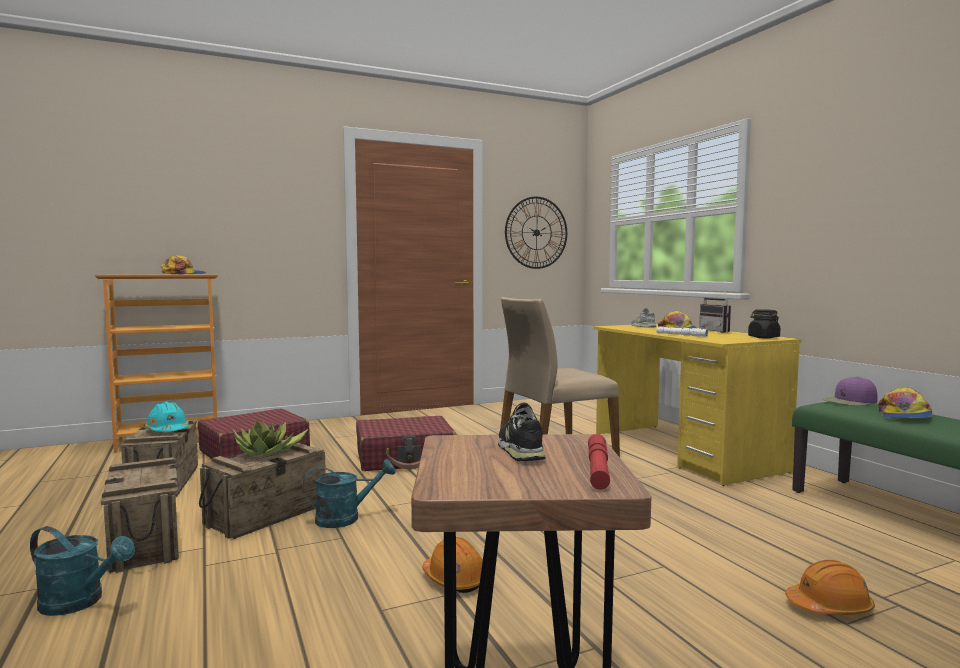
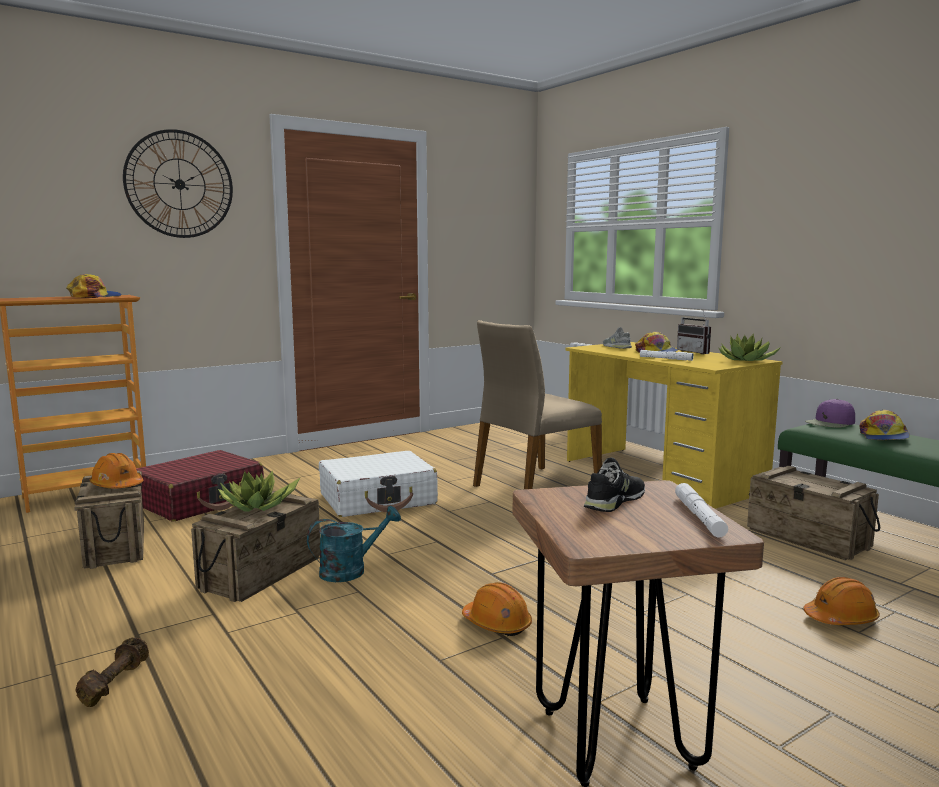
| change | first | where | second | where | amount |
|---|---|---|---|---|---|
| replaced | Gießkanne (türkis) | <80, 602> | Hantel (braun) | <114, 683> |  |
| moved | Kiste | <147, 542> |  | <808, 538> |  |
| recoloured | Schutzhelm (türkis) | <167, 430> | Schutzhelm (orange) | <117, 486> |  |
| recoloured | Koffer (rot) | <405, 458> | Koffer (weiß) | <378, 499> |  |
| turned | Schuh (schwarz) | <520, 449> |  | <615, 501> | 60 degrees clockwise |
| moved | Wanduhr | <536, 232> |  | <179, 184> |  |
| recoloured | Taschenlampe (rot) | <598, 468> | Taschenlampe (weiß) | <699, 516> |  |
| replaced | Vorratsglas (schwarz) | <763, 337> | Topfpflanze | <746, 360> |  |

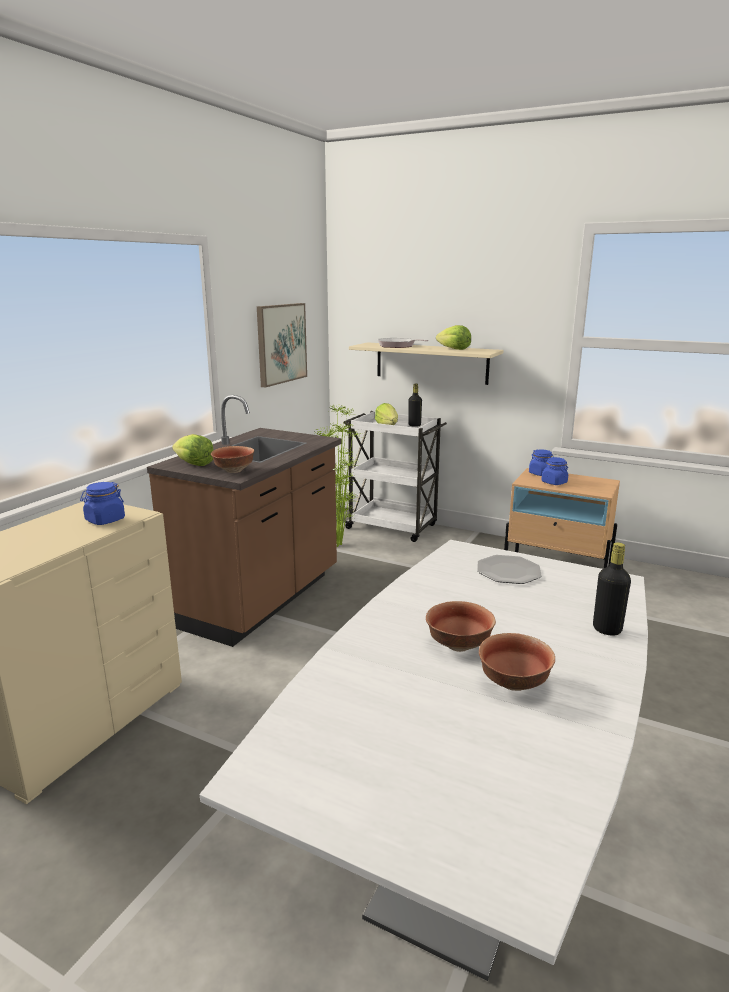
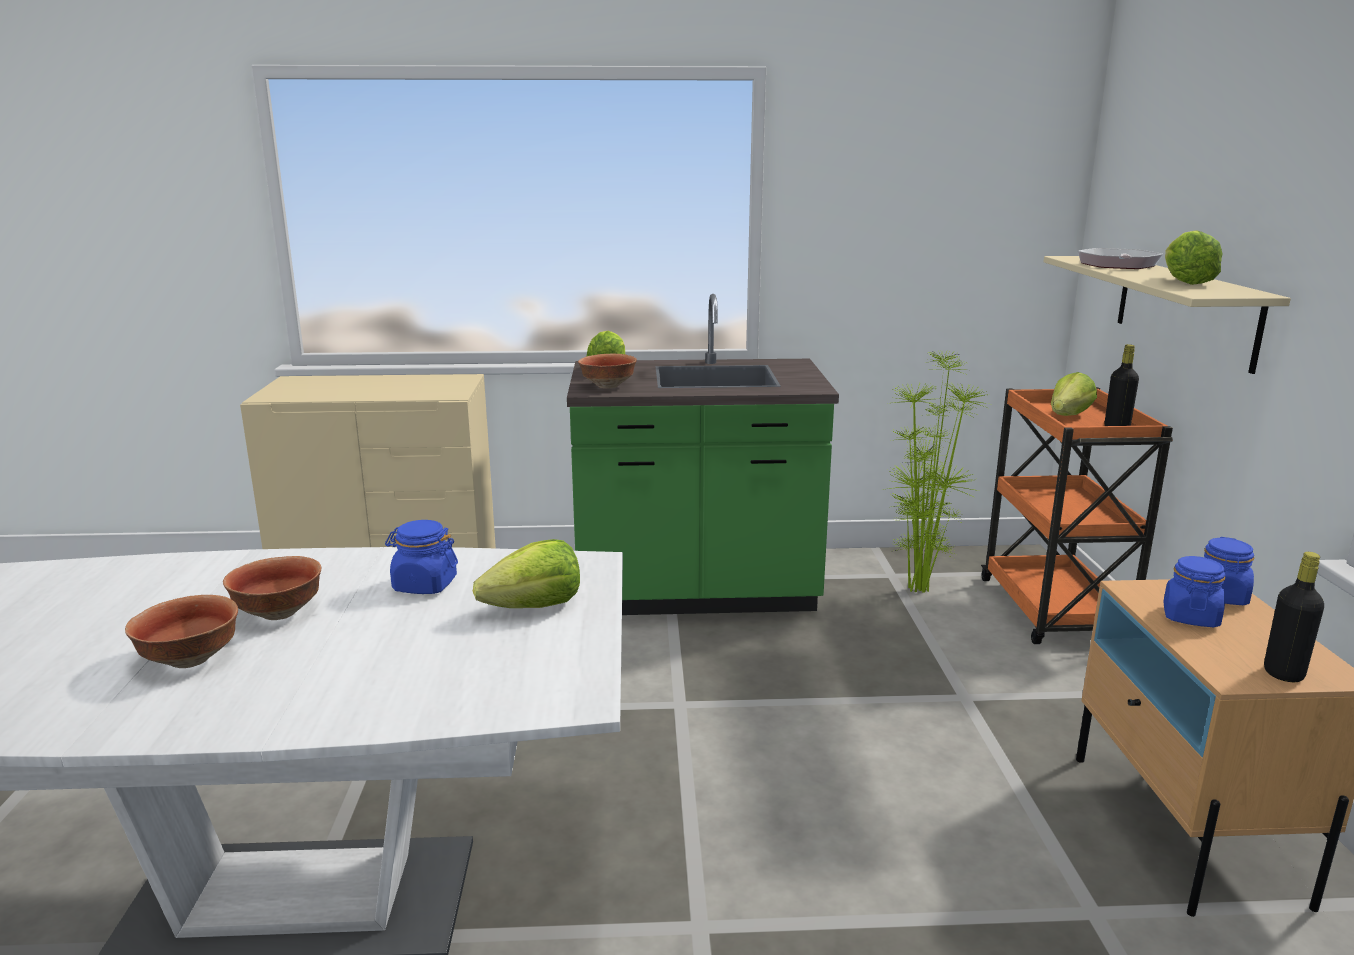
| change | first | where | second | where | amount |
|---|---|---|---|---|---|
| moved | Vorratsglas (blau) | <105, 520> |  | <424, 585> |  |
| recoloured | Küchenzeile (braun) | <260, 601> | Küchenzeile (grün) | <696, 595> |  |
| removed | Bild | <281, 343> |  |  |  |
| recoloured | Rollwagen (weiß) | <393, 527> | Rollwagen (orange) | <1054, 611> |  |
| replaced | Teller | <508, 571> | Salatkopf | <535, 607> |  |
| moved | Flasche (schwarz) | <607, 629> |  | <1283, 673> |  |

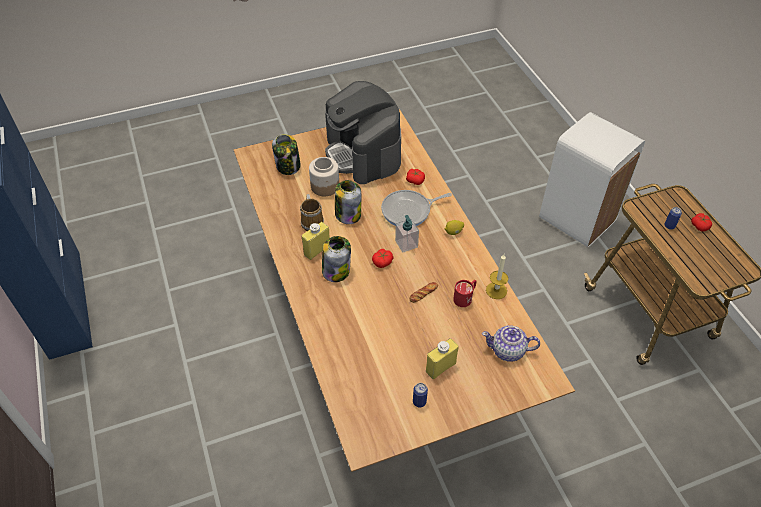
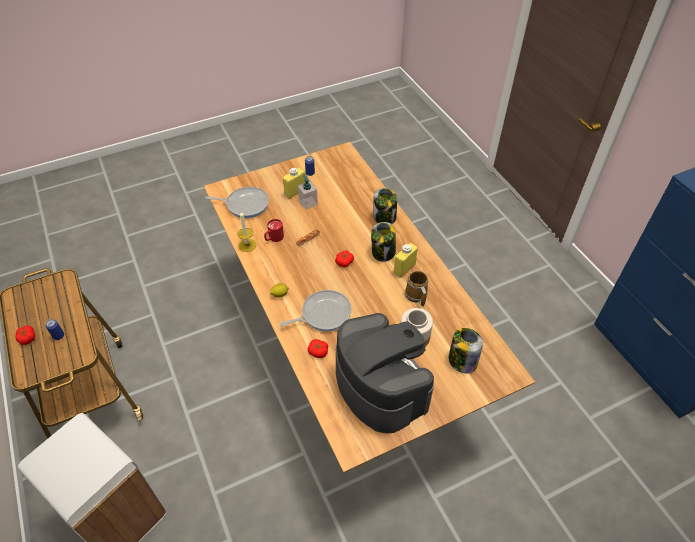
| change | first | where | second | where | amount |
|---|---|---|---|---|---|
| moved | Vorratsglas | <347, 214> |  | <384, 217> |  |
| moved | Seifenspender | <406, 244> |  | <308, 203> |  |
| replaced | Teekanne | <508, 351> | Pfanne | <245, 204> |  |

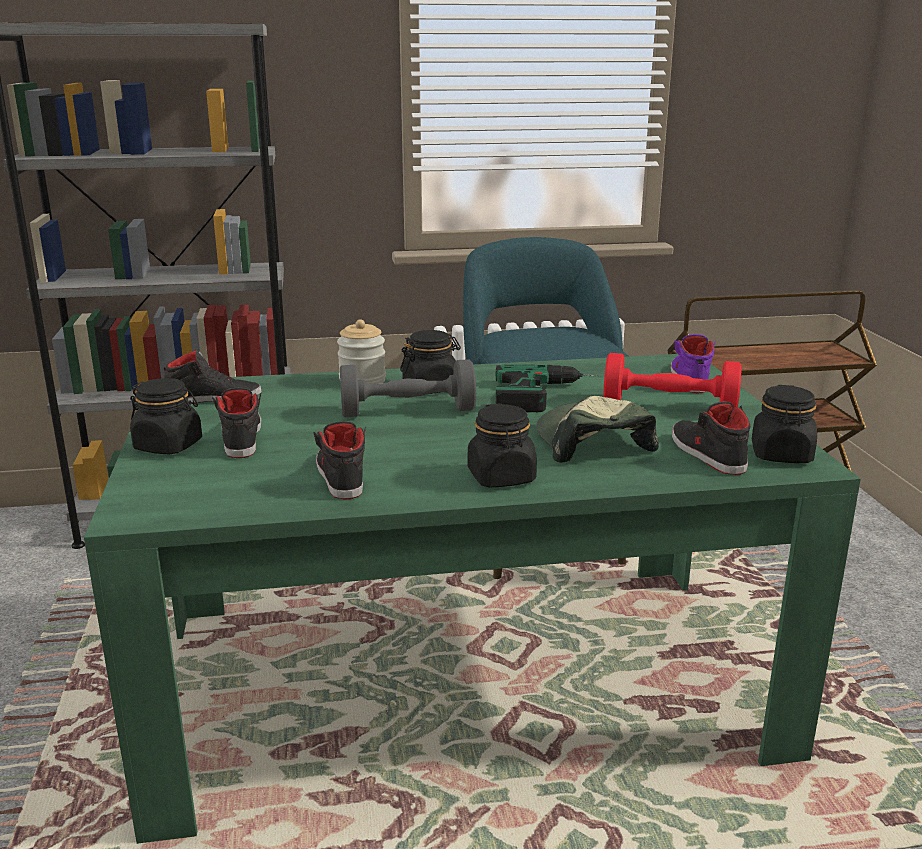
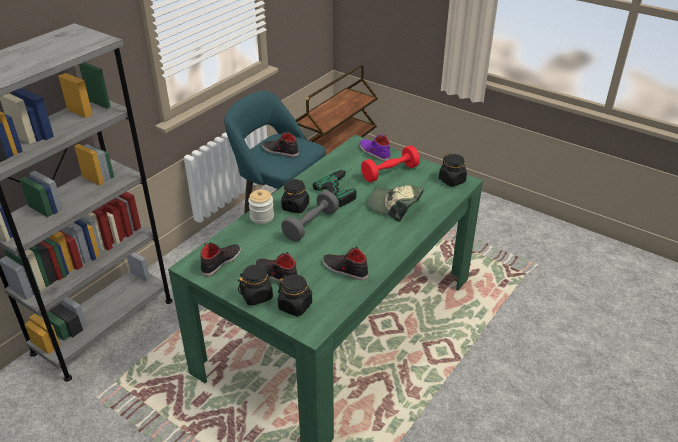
| change | first | where | second | where | amount |
|---|---|---|---|---|---|
| moved | Vorratsglas (schwarz) | <501, 477> |  | <295, 306> |  |
| moved | Schuh (schwarz) | <706, 453> |  | <280, 151> |  |

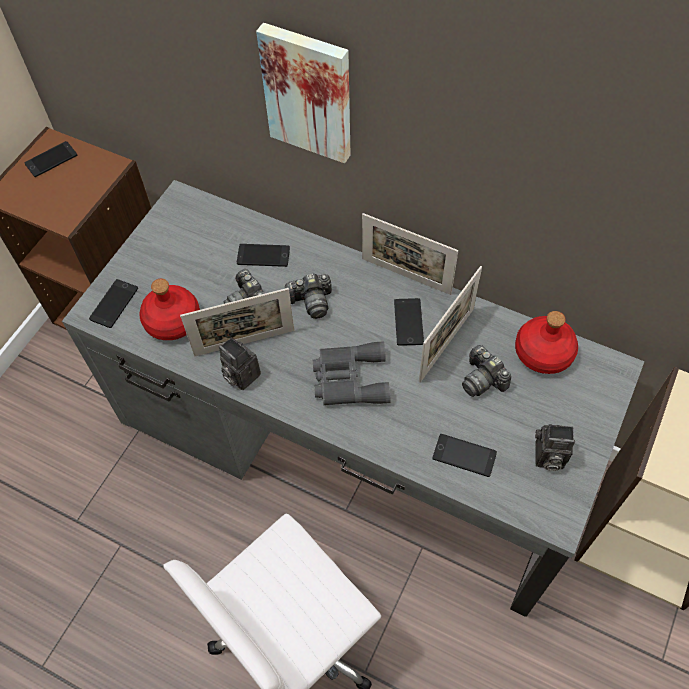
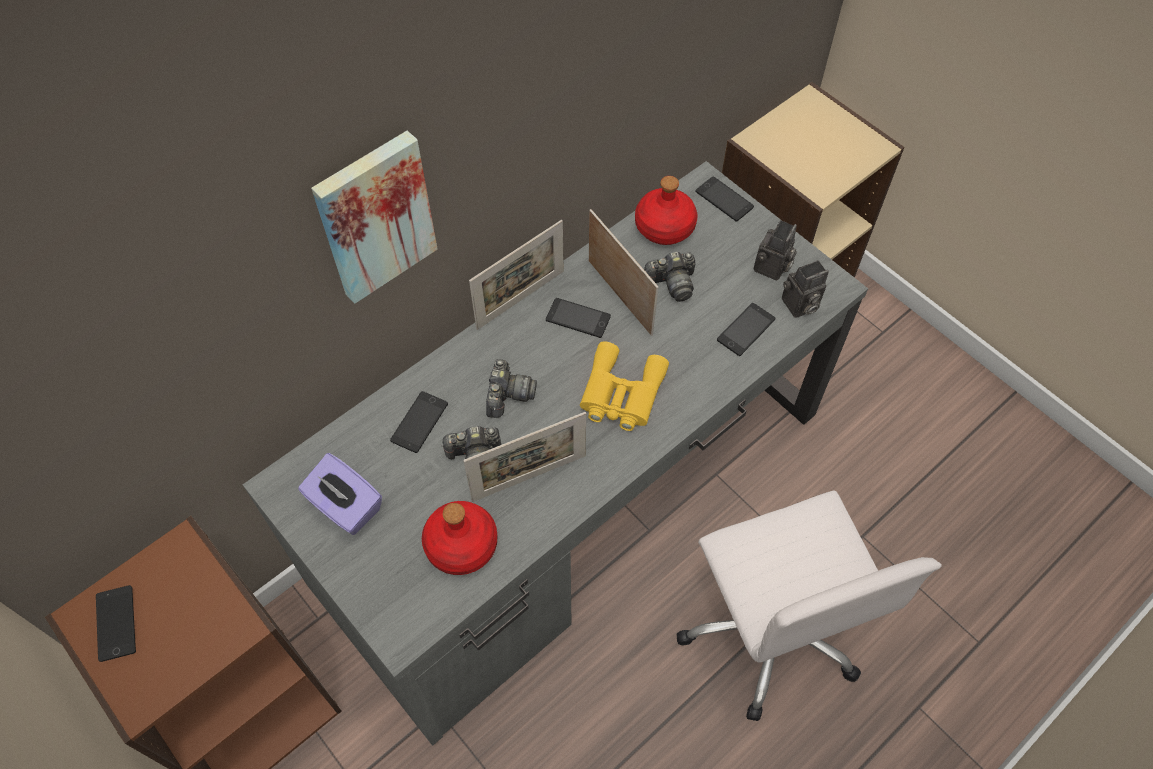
| change | first | where | second | where | amount |
|---|---|---|---|---|---|
| moved | Handy | <114, 304> |  | <724, 199> |  |
| turned | Bilderrahmen | <244, 343> |  | <529, 478> | 60 degrees clockwise |
| moved | Kamera | <240, 375> |  | <799, 306> |  |
| recoloured | Fernglas (grau) | <348, 379> | Fernglas (gelb) | <620, 394> |  |
| added |  |  | Taschentuchbox (lila) | <345, 506> |  |

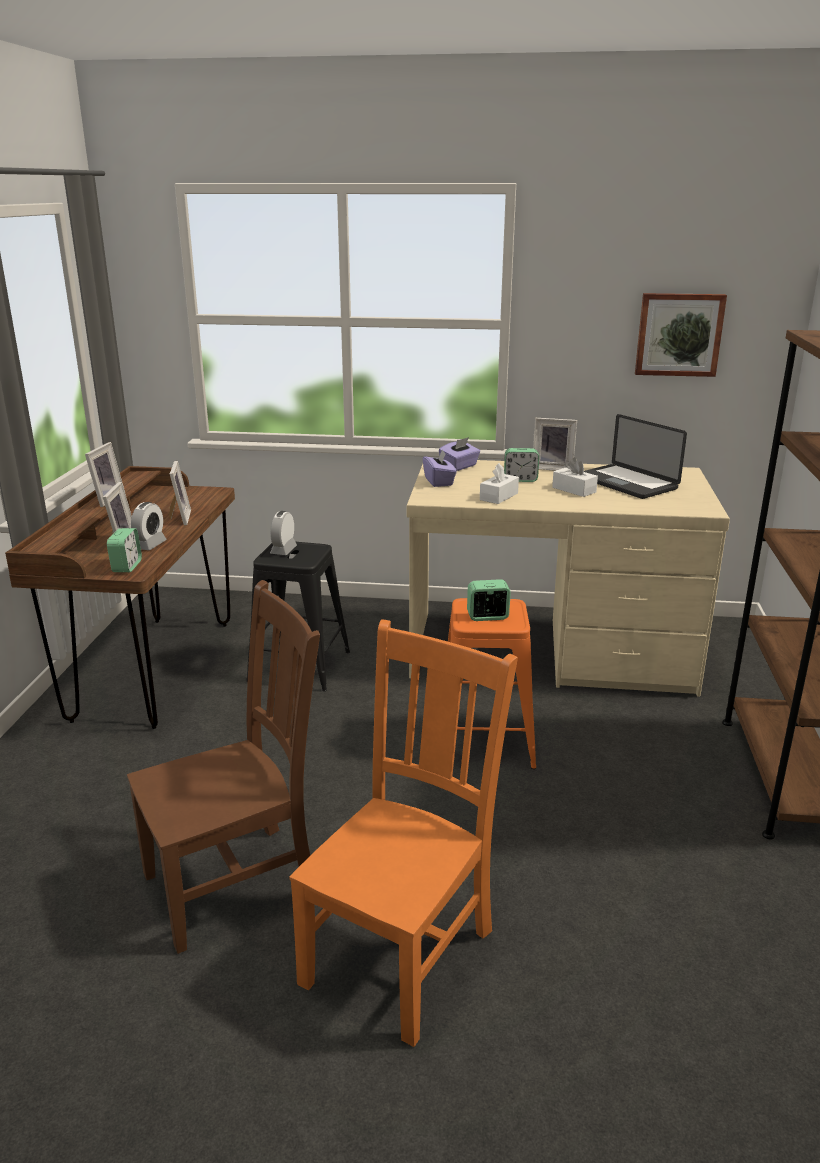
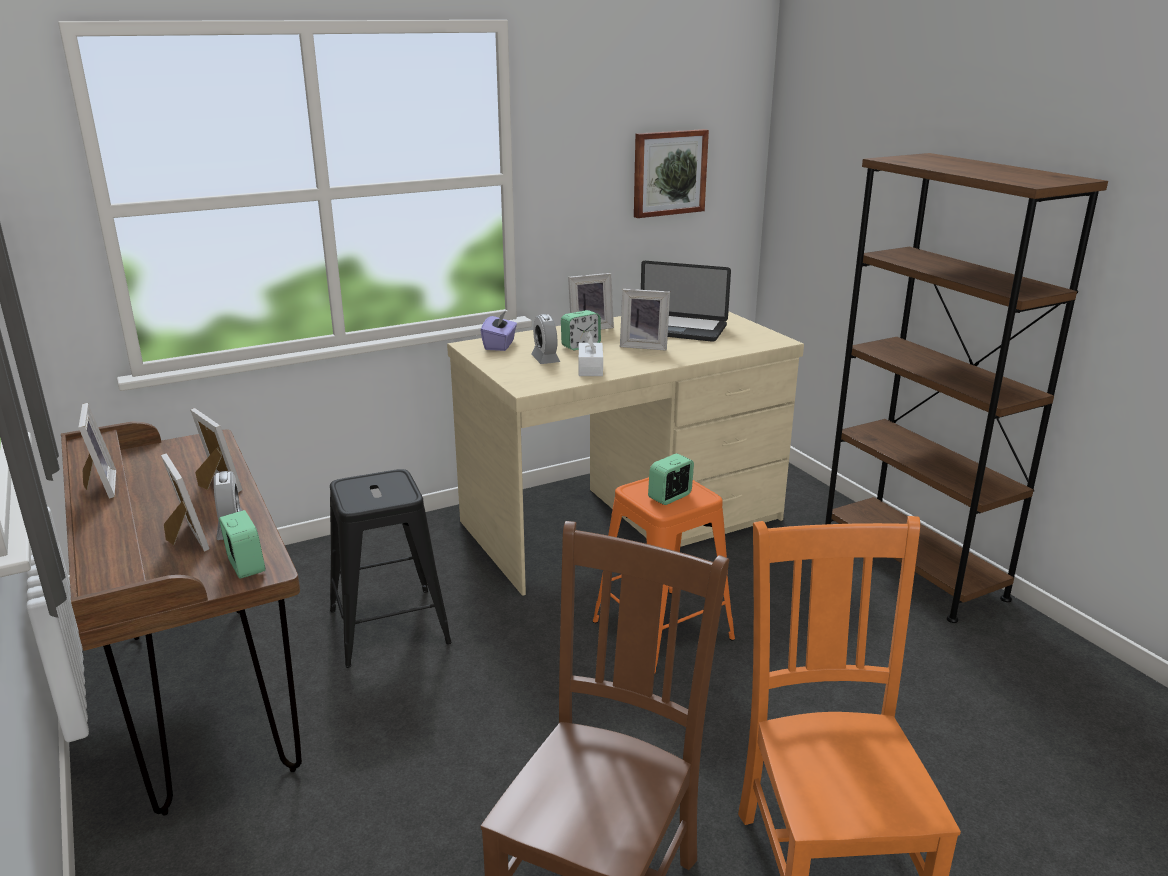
| change | first | where | second | where | amount |
|---|---|---|---|---|---|
| moved | Wecker | <283, 550> |  | <545, 359> |  |
| removed | Taschentuchbox (lila) | <439, 481> |  |  |  |
| replaced | Taschentuchbox (weiß) | <574, 490> | Bilderrahmen | <644, 346> |  |

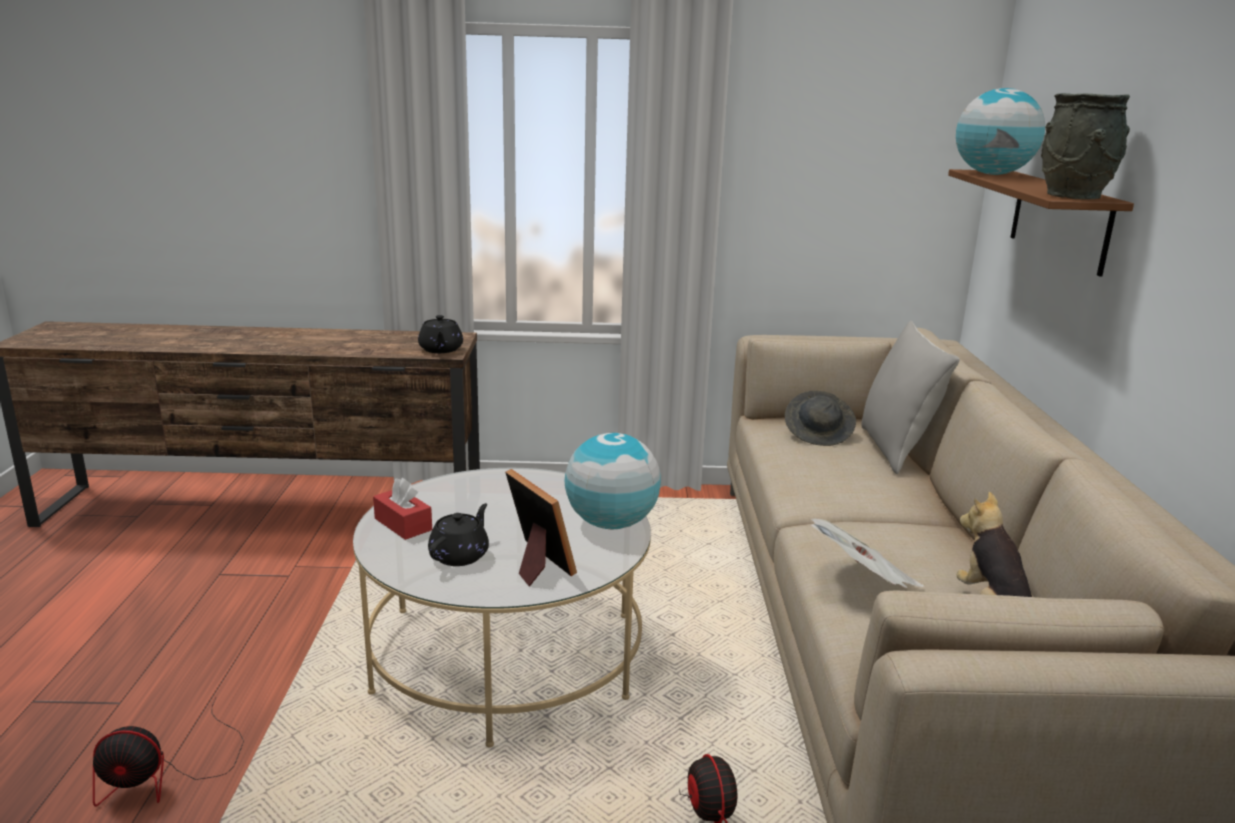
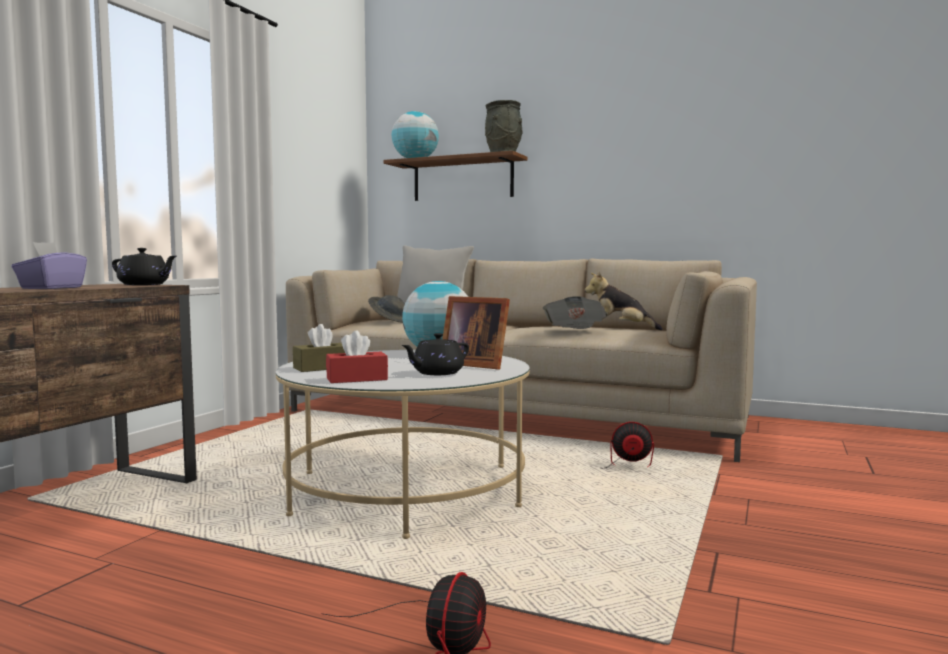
| change | first | where | second | where | amount |
|---|---|---|---|---|---|
| turned | Teekanne (schwarz) | <460, 555> |  | <436, 373> | 90 degrees counterclockwise |
| turned | Bilderrahmen | <536, 563> |  | <474, 364> | 135 degrees counterclockwise |
| added |  |  | Taschentuchbox (lila) | <51, 288> |  |
| added |  |  | Taschentuchbox (braun) | <322, 368> |  |

